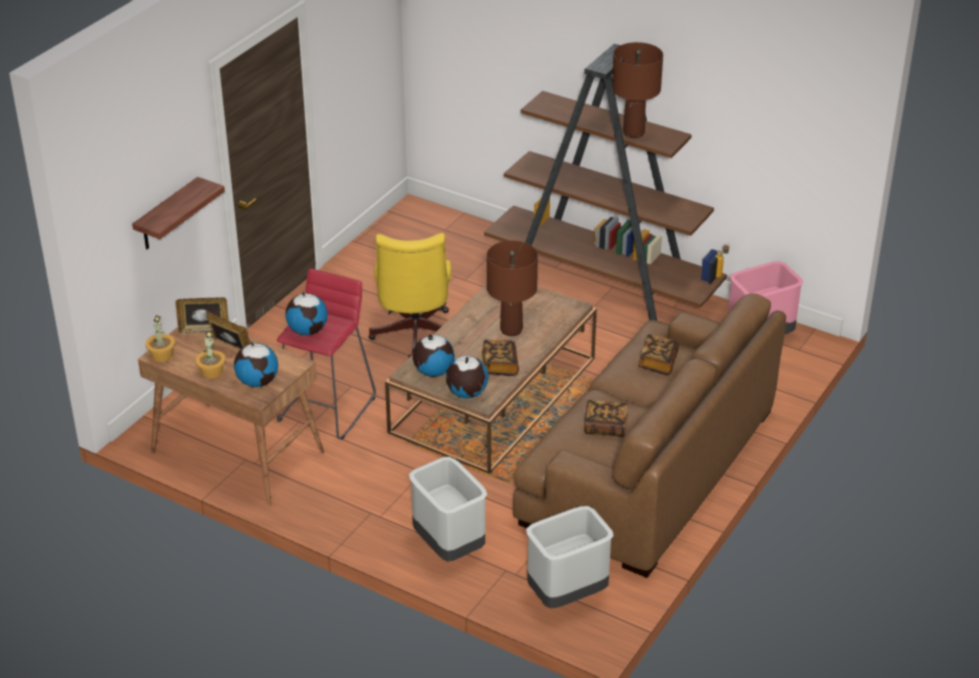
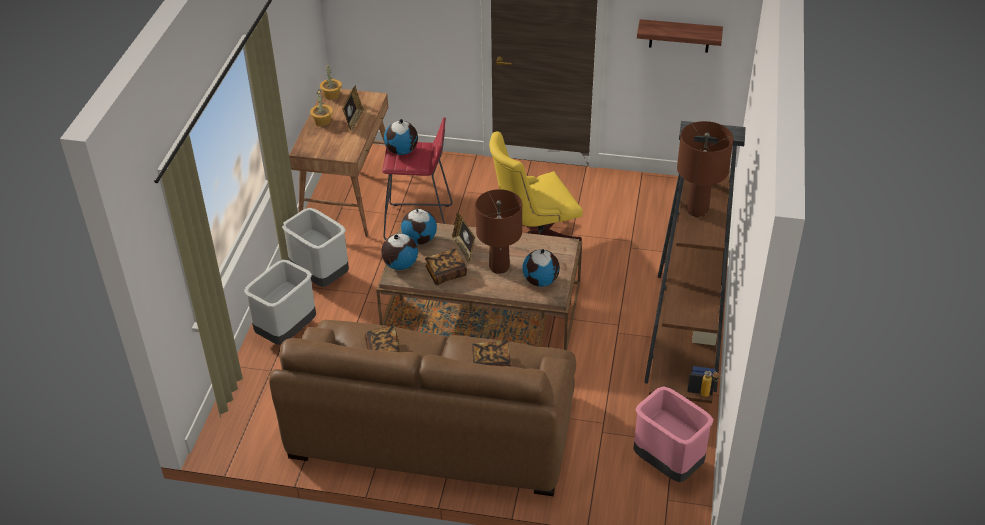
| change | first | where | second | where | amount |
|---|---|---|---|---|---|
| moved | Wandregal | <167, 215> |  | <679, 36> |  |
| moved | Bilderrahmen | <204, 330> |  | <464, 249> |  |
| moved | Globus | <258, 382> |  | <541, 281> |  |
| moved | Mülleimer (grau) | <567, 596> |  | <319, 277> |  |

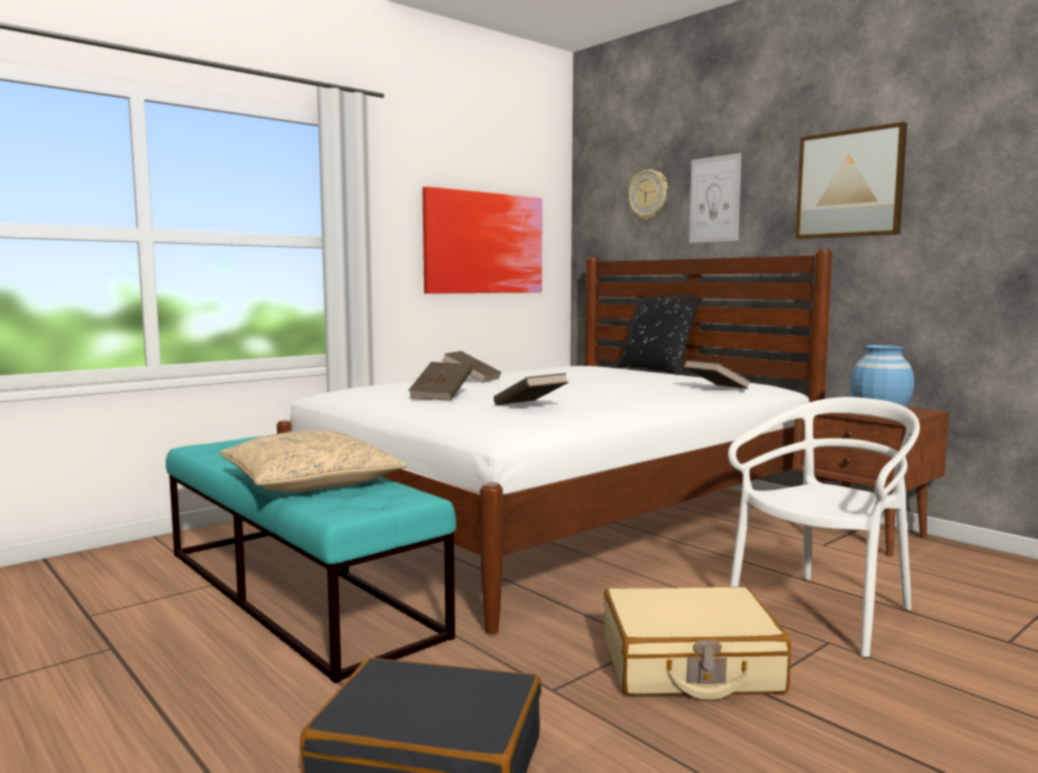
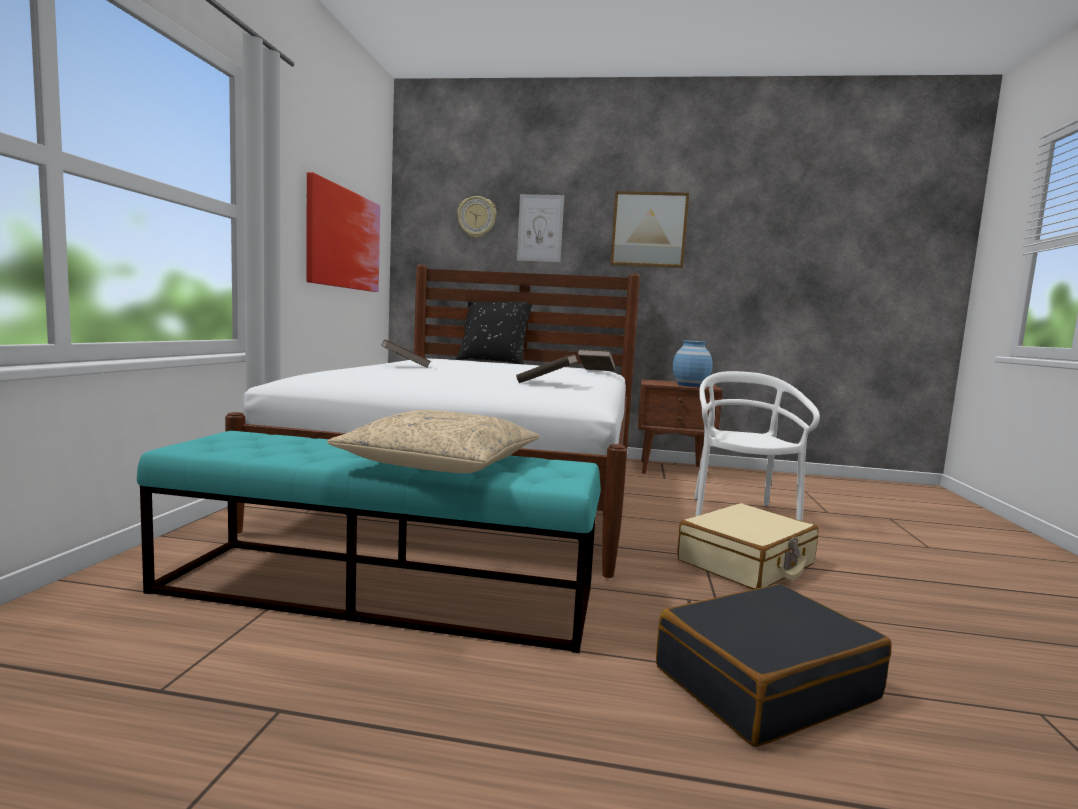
| change | first | where | second | where | amount |
|---|---|---|---|---|---|
| removed | Buch (braun) | <441, 396> |  |  |  |

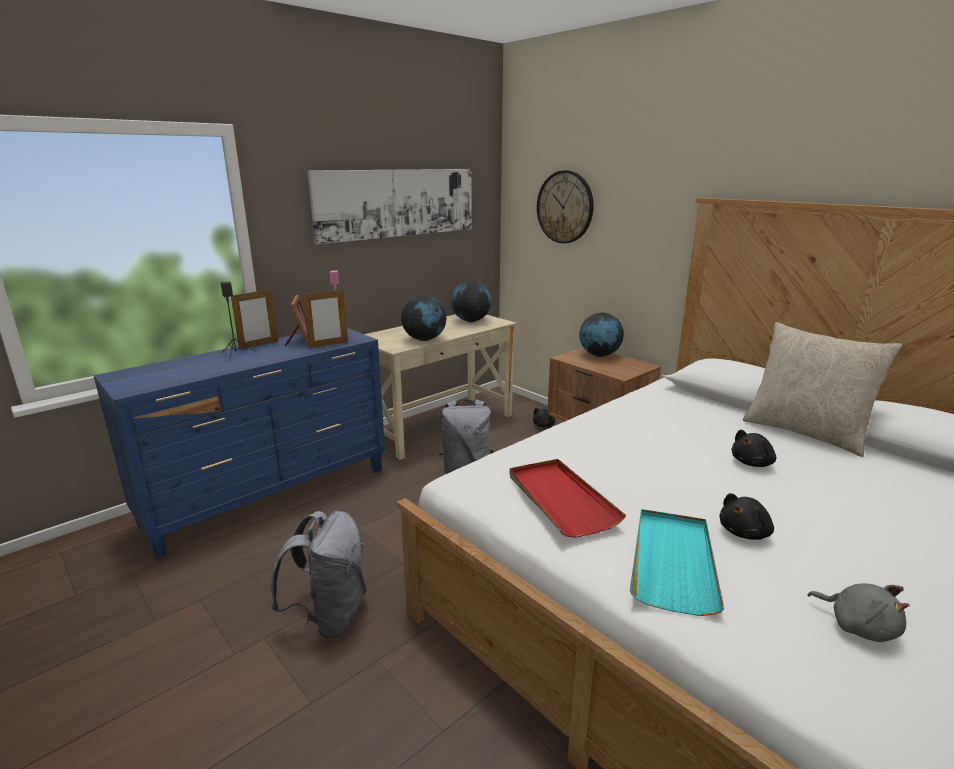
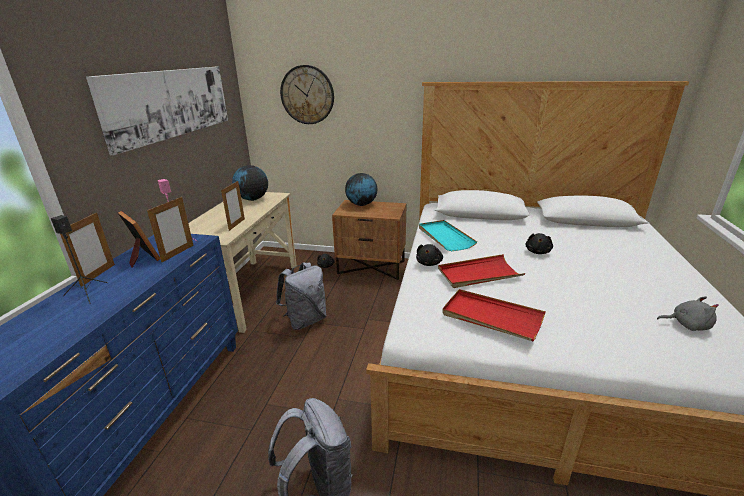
| change | first | where | second | where | amount |
|---|---|---|---|---|---|
| replaced | Globus | <424, 339> | Bilderrahmen | <237, 224> |  |
| moved | Tablett (türkis) | <672, 562> |  | <445, 237> |  |
| moved | Plüschtier (schwarz) | <745, 532> |  | <429, 263> |  |
| removed | Kissen (beige) | <805, 432> |  |  |  |
| added |  |  | Tablett (rot) | <479, 274> |  |

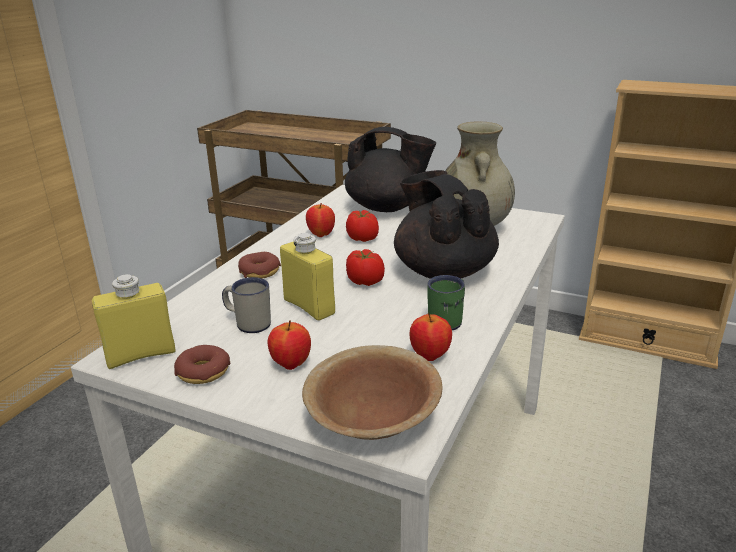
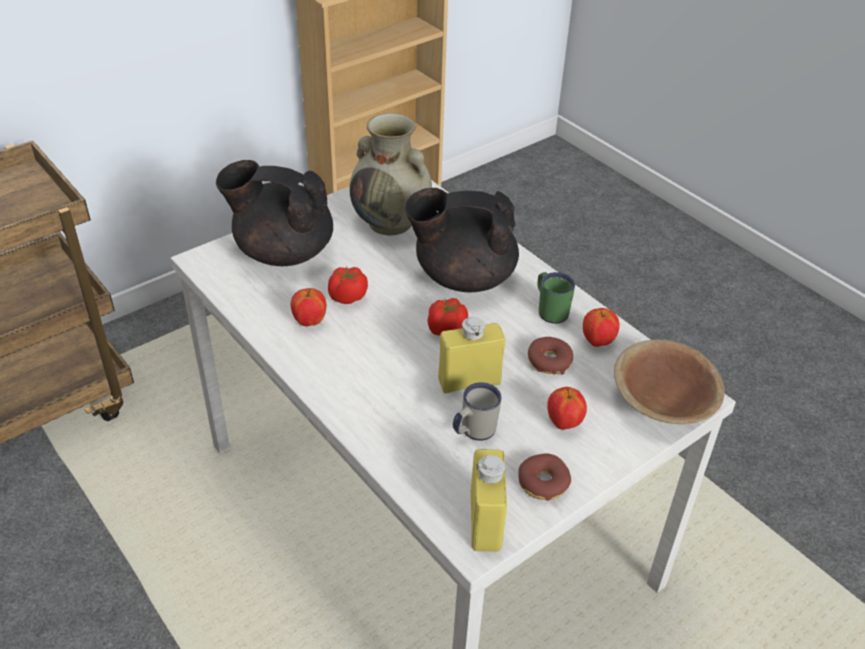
| change | first | where | second | where | amount |
|---|---|---|---|---|---|
| moved | Donut | <260, 271> |  | <549, 361> |  |
| turned | Teekanne (schwarz) | <387, 207> |  | <283, 251> | 120 degrees counterclockwise |

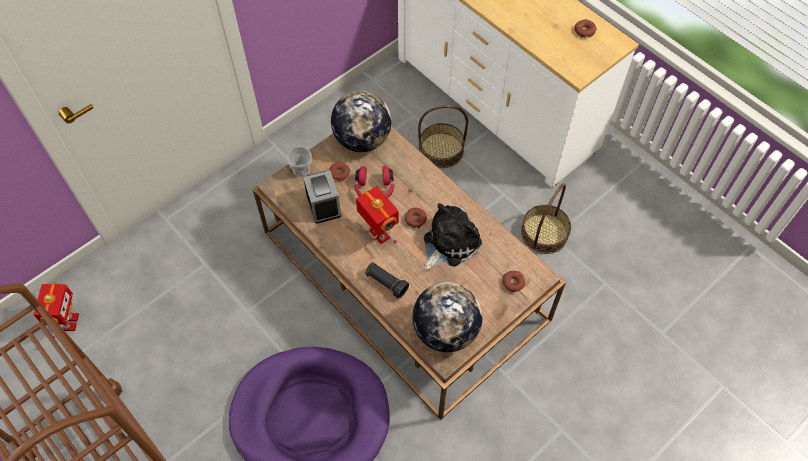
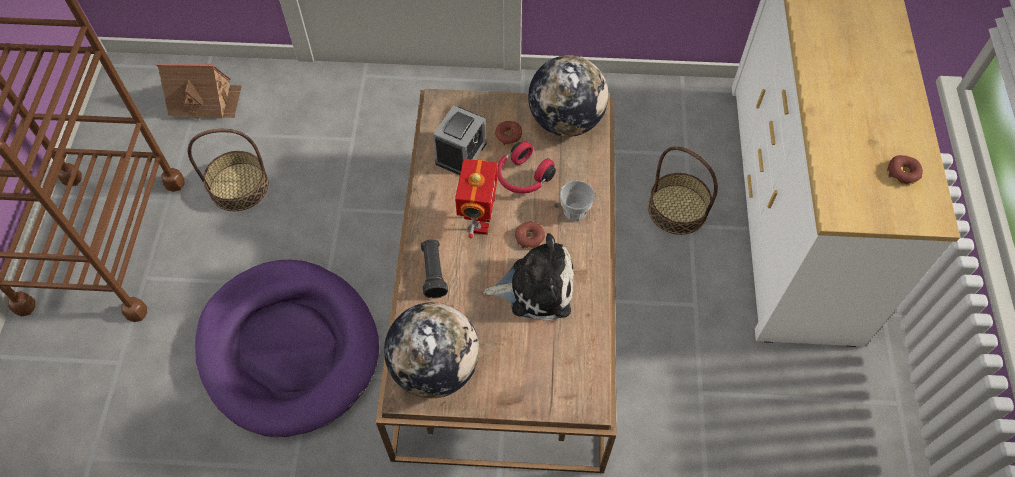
| change | first | where | second | where | amount |
|---|---|---|---|---|---|
| replaced | Spielzeugroboter | <69, 322> | Spielzeughaus | <205, 101> |  |
| moved | Tasse | <301, 169> |  | <575, 211> |  |
| removed | Donut | <513, 283> |  |  |  |
| moved | Korb | <544, 233> |  | <238, 187> |  |

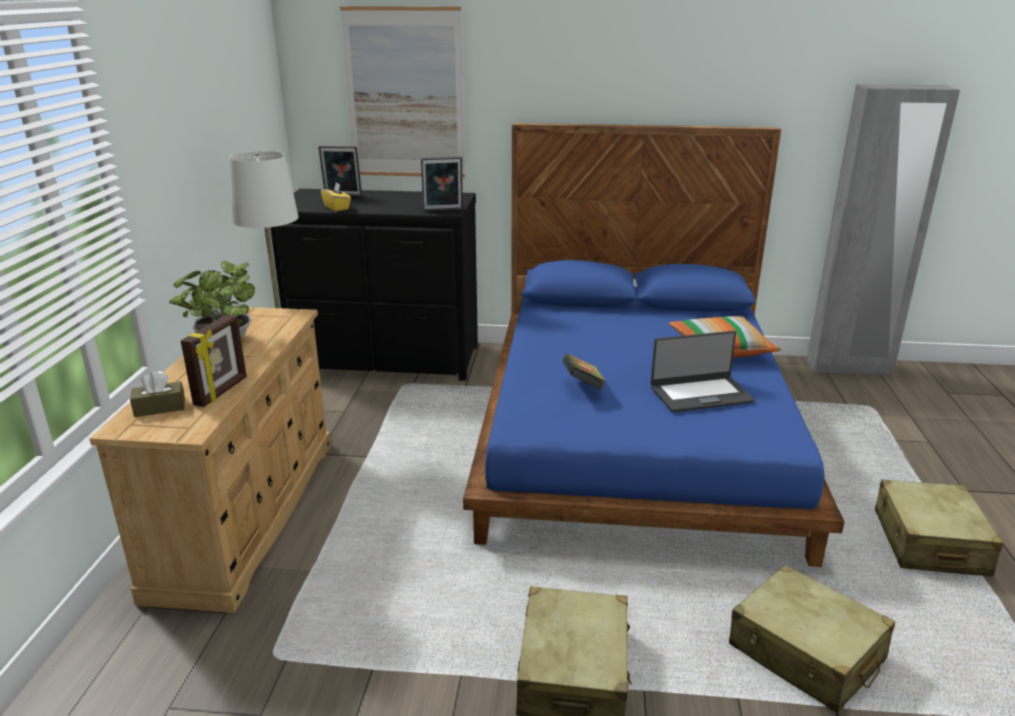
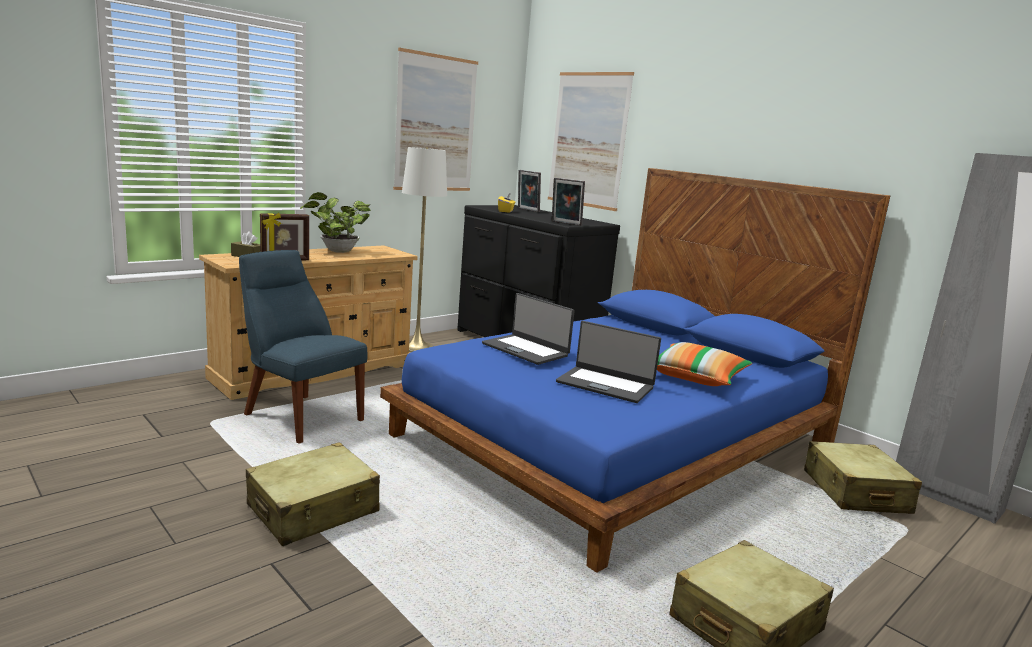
| change | first | where | second | where | amount |
|---|---|---|---|---|---|
| replaced | Buch | <582, 386> | Laptop | <526, 349> |  |
| moved | Koffer (beige) | <806, 653> |  | <855, 492> |  |
| added |  |  | Stuhl (blau) | <300, 416> |  |
| added |  |  | Bild | <435, 124> |  |

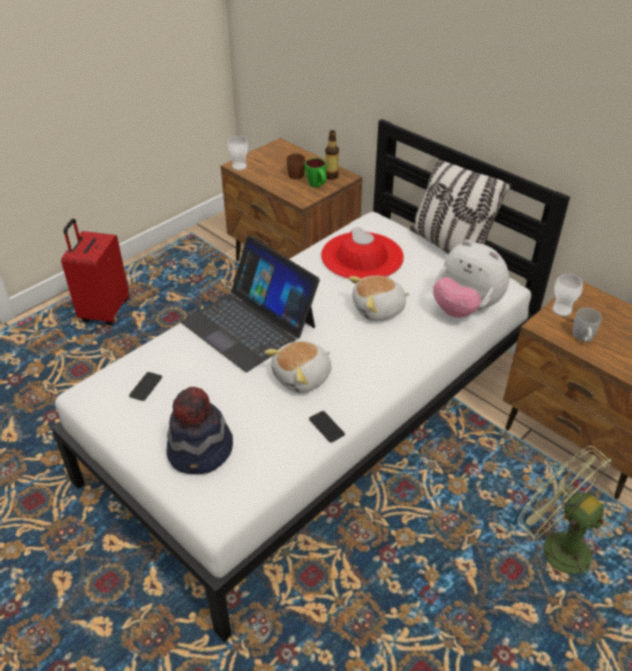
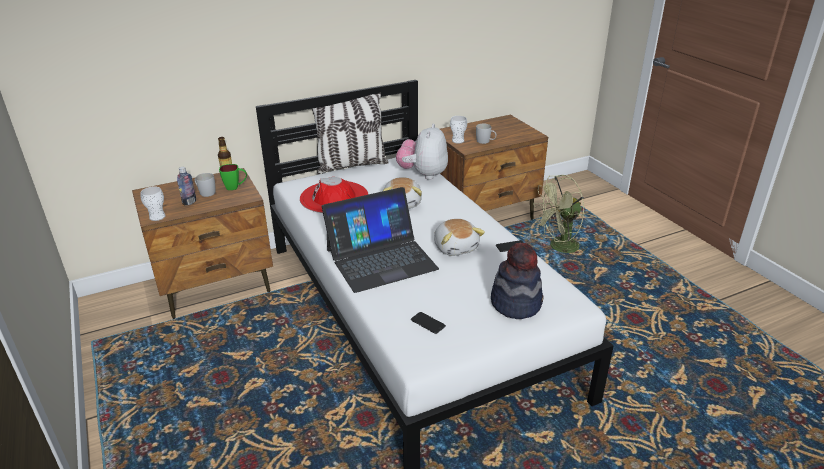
| change | first | where | second | where | amount |
|---|---|---|---|---|---|
| removed | Koffer (rot) | <104, 311> |  |  |  |
| recoloured | Henkelbecher (braun) | <297, 173> | Henkelbecher (weiß) | <205, 192> |  |
| turned | Plüschtier | <465, 308> |  | <423, 174> | 135 degrees clockwise |
| added |  |  | Flasche | <189, 202> |  |

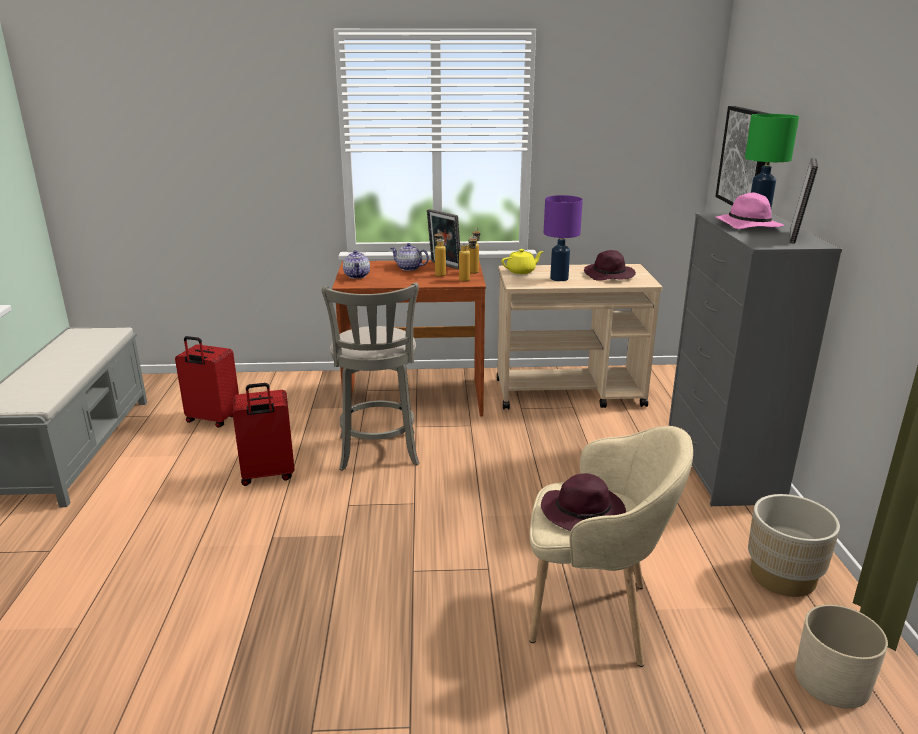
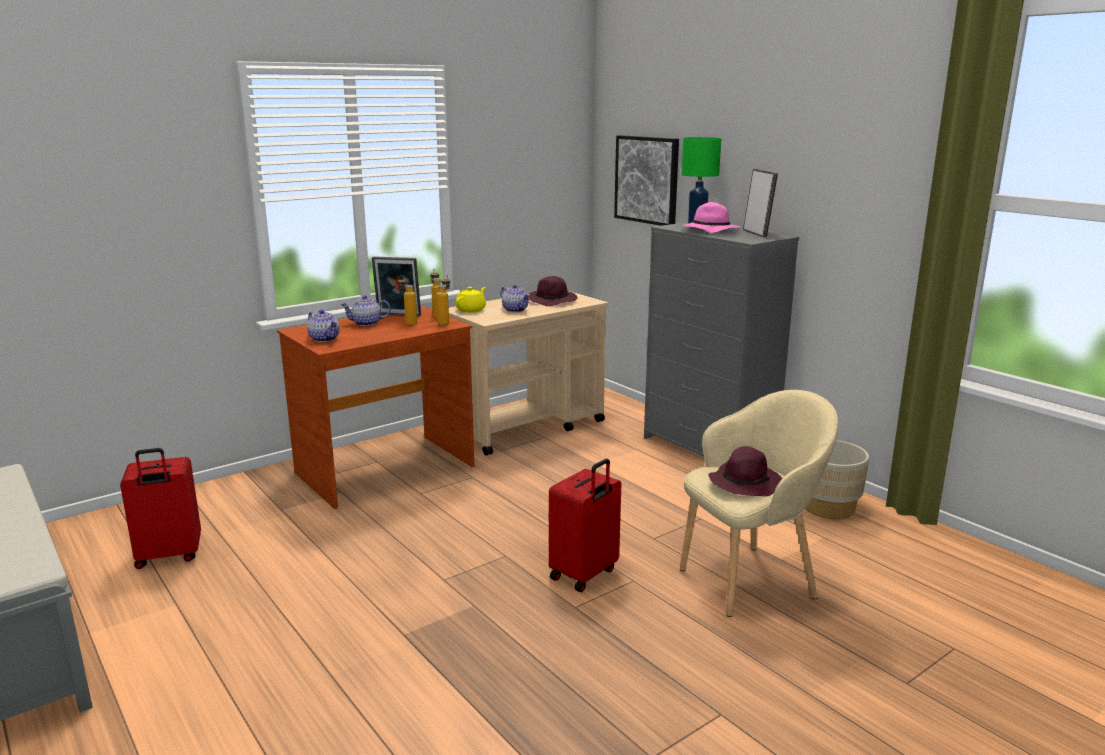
| change | first | where | second | where | amount |
|---|---|---|---|---|---|
| moved | Koffer (rot) | <268, 475> |  | <585, 574> |  |
| removed | Hocker (grau) | <378, 453> |  |  |  |
| replaced | Tischlampe (lila) | <559, 278> | Teekanne | <515, 310> |  |
| removed | Pflanzkübel (beige) | <832, 680> |  |  |  |

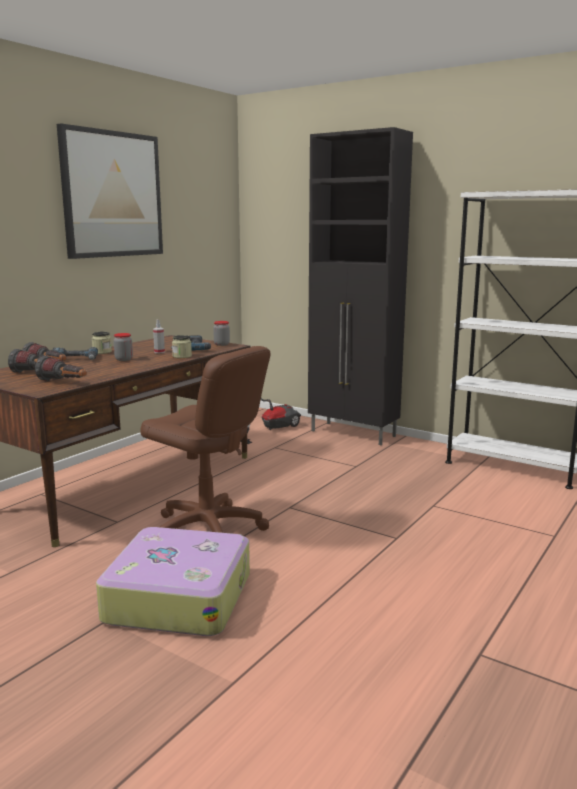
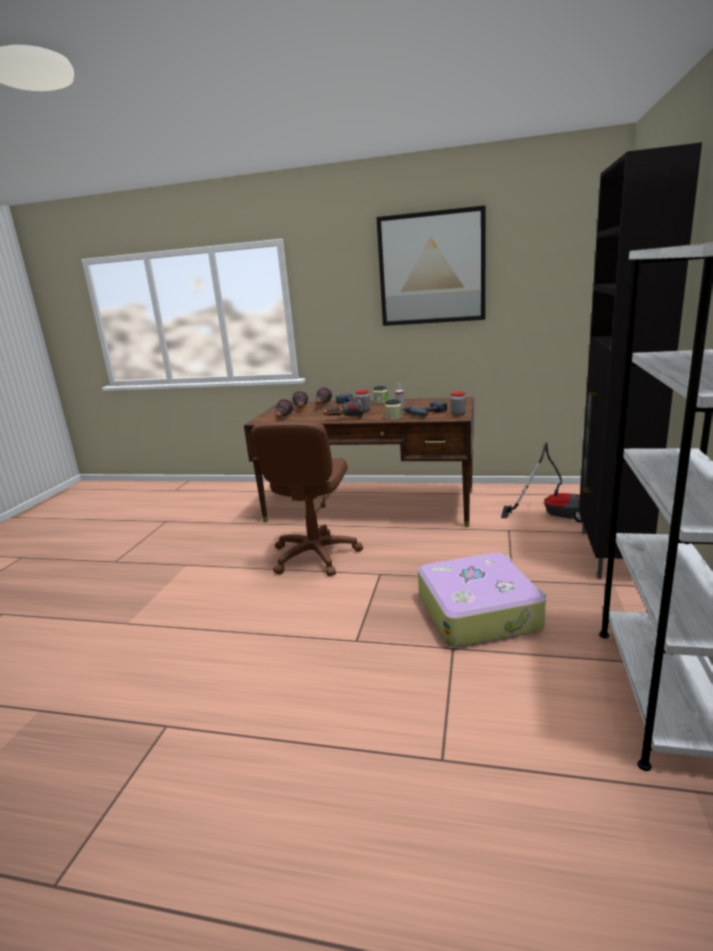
| change | first | where | second | where | amount |
|---|---|---|---|---|---|
| moved | Koffer | <178, 597> |  | <479, 612> |  |
| added |  |  | Taschenlampe | <344, 419> |  |

